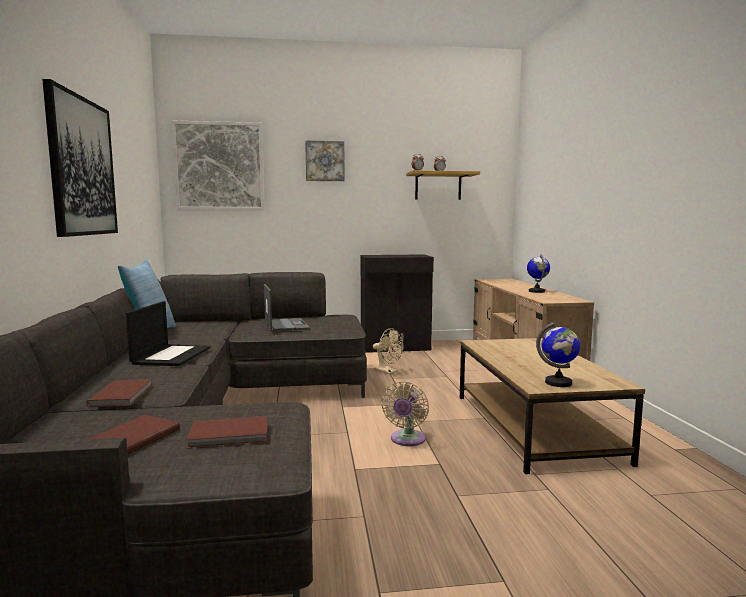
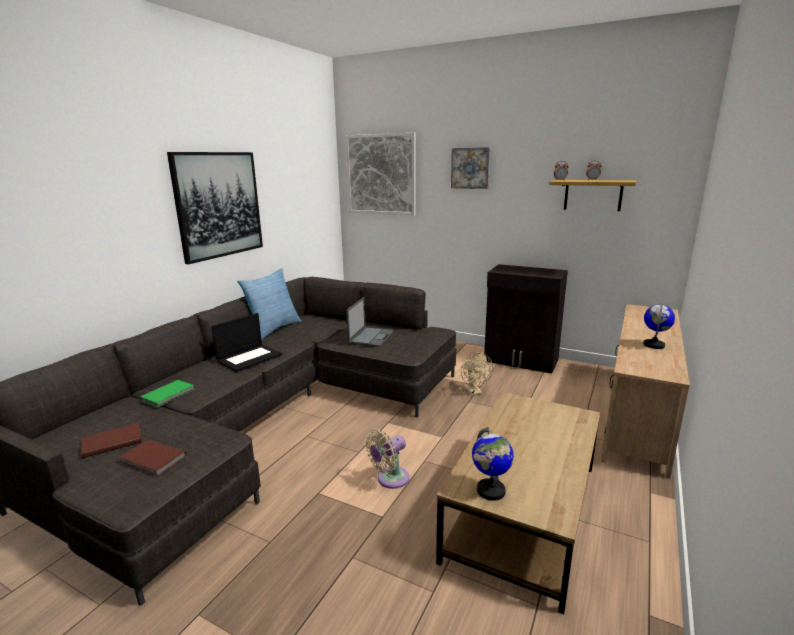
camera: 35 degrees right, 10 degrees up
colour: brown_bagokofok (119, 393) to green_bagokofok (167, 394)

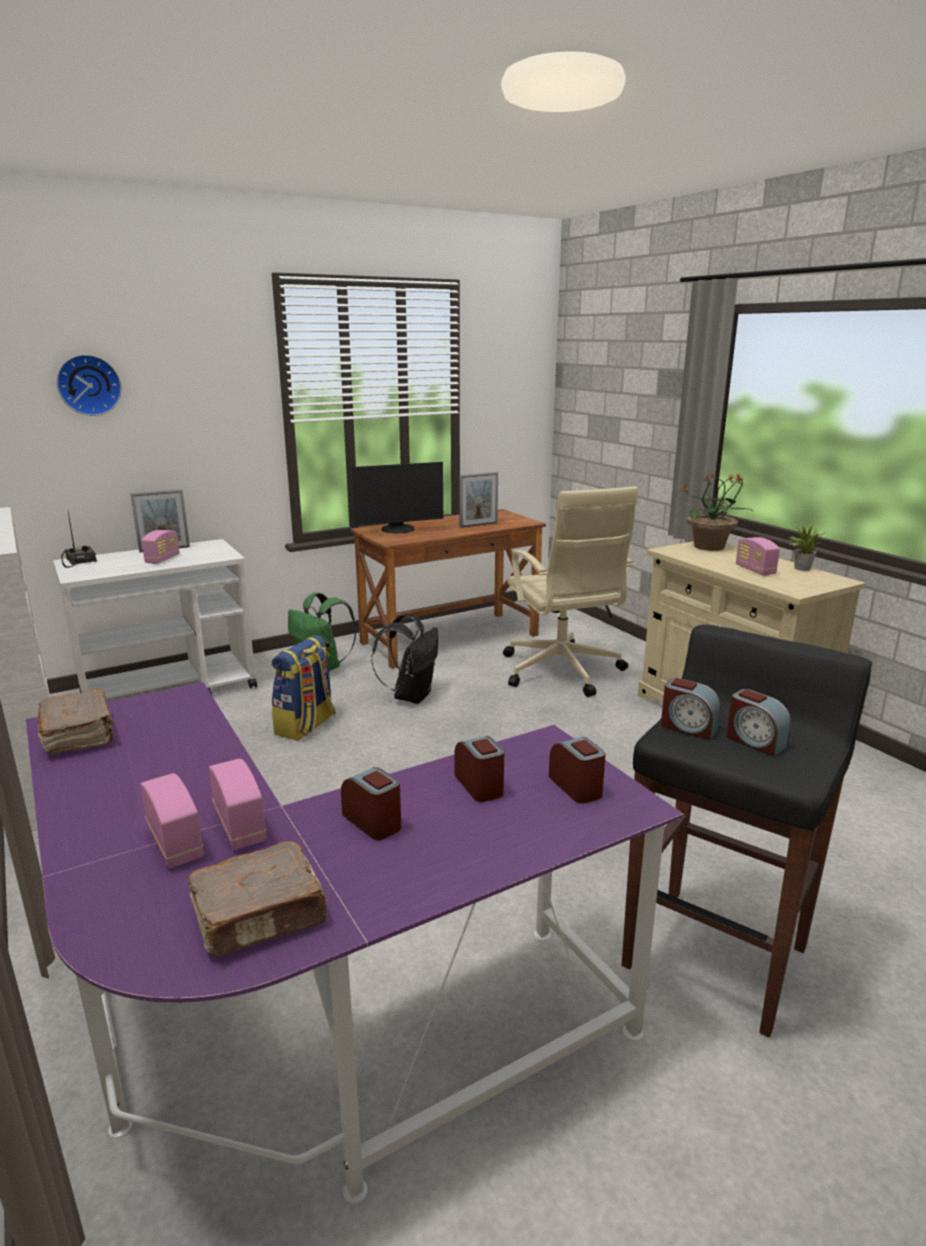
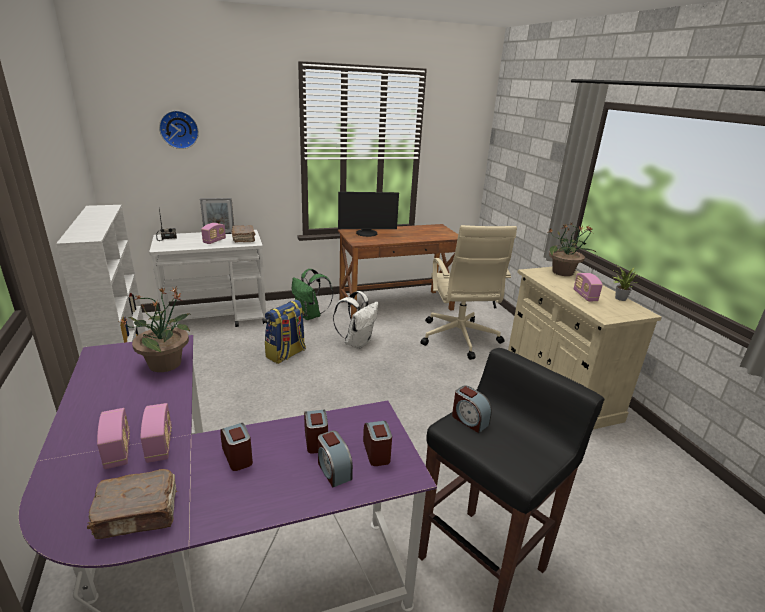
camera: 10 degrees right, 5 degrees up
missing: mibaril (478, 500)
appeared: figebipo (156, 329)
relocated: brown_bagokofok (75, 722) to (243, 233); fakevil (759, 722) to (335, 458)
colour: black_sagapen (404, 659) to white_sagapen (355, 320)

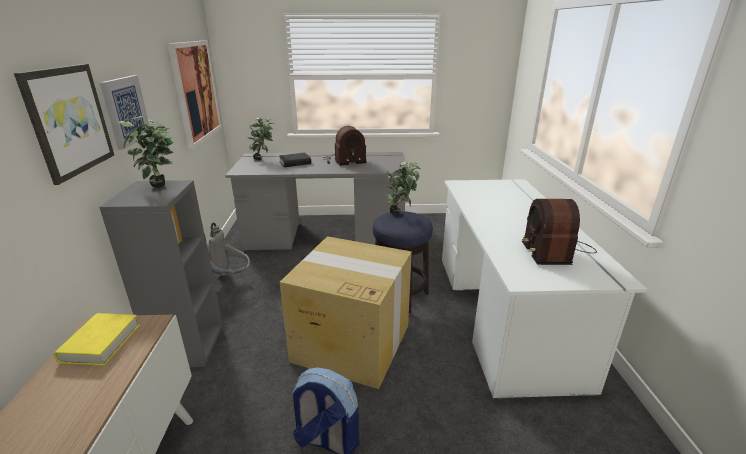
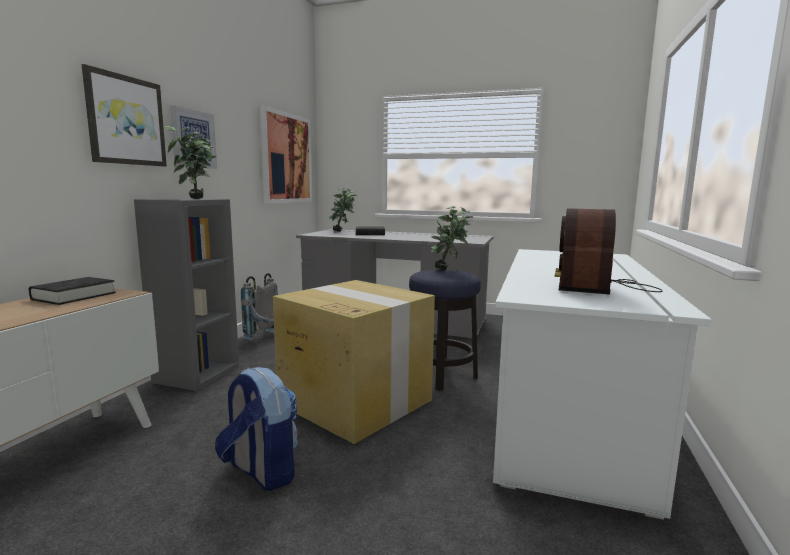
camera: 20 degrees right, 15 degrees down
missing: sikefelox (344, 146)
colour: yellow_bagokofok (97, 339) to black_bagokofok (72, 291)

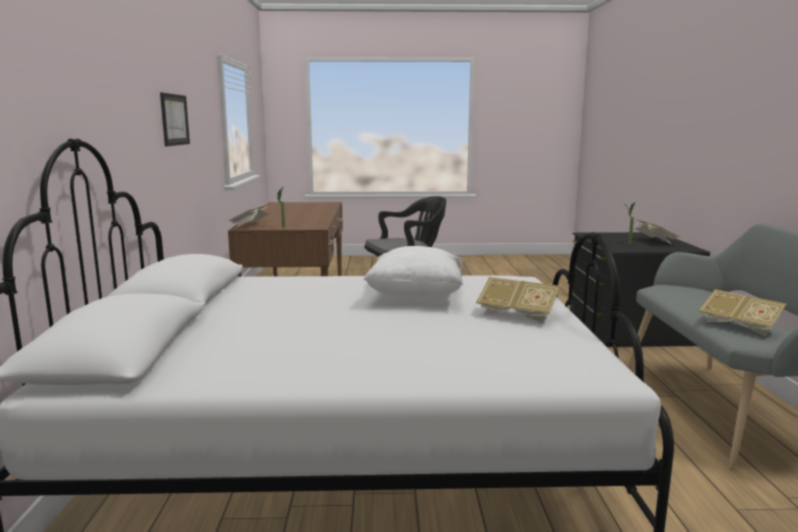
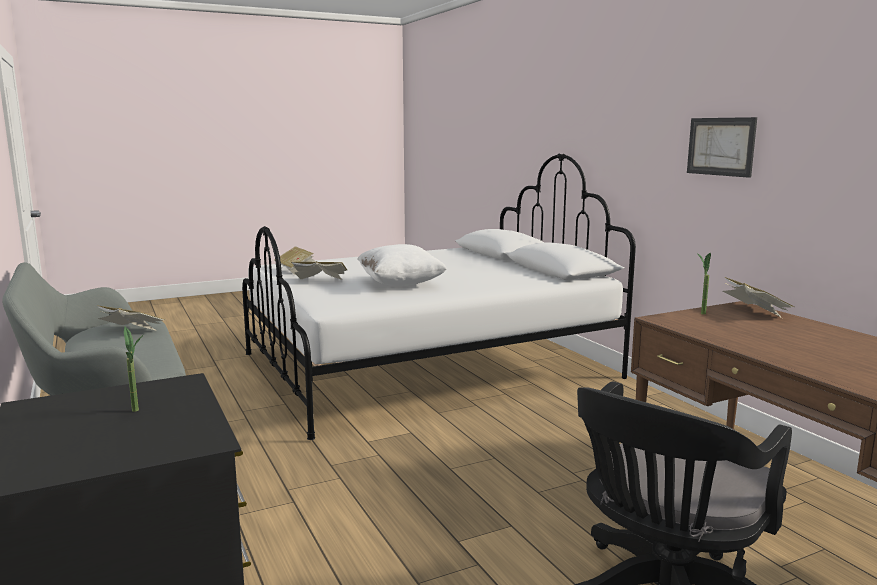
camera: 155 degrees right, 0 degrees up
relocated: bagokofok (656, 231) to (298, 260)

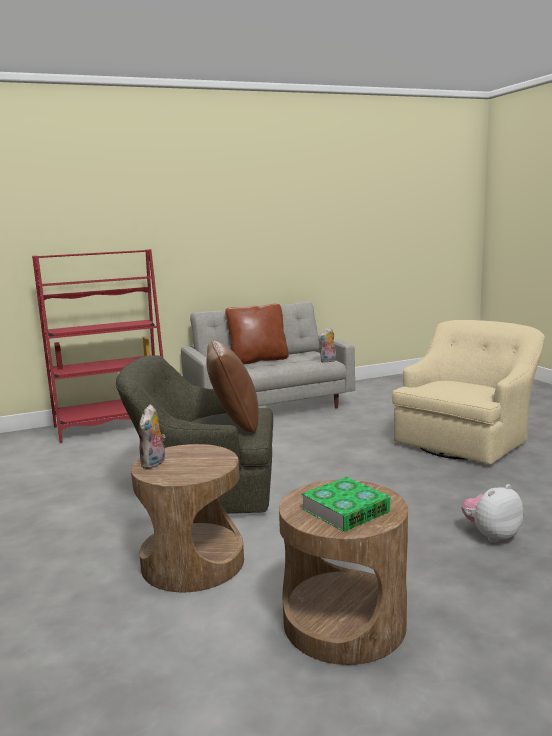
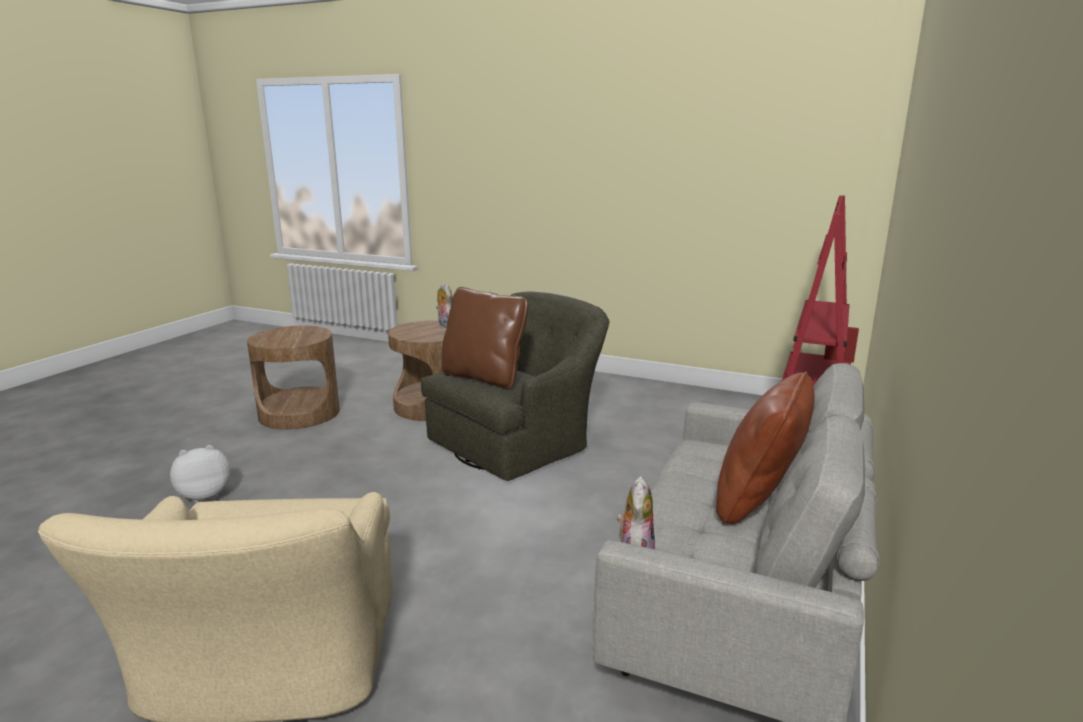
camera: 135 degrees right, 5 degrees up
missing: bagokofok (346, 504)
spun: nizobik (492, 513) = (200, 474) 135 degrees counterclockwise

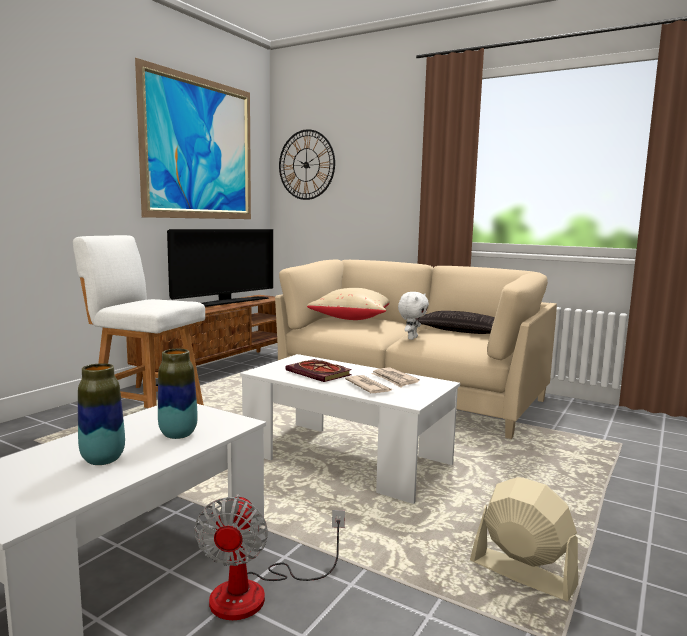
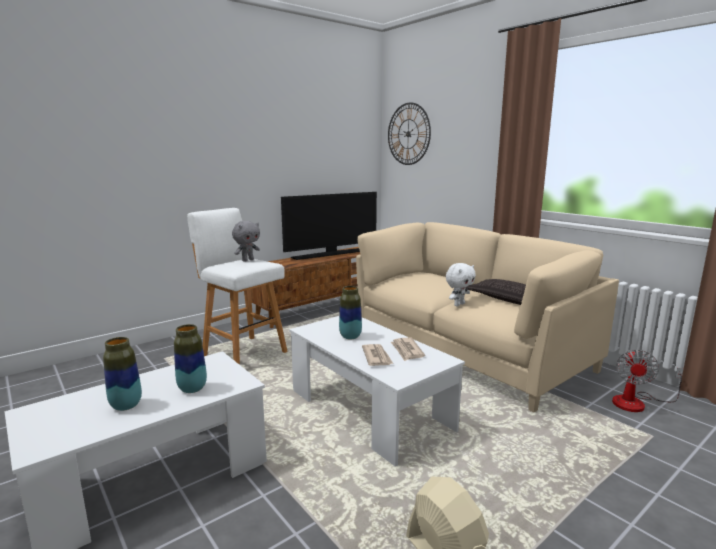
camera: 20 degrees right, 5 degrees up
missing: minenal (193, 138); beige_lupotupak (348, 304)
appeared: grey_nizobik (246, 241)
relocated: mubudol (269, 557) to (647, 381)
exchanged: bagokofok (318, 370) to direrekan (350, 312)

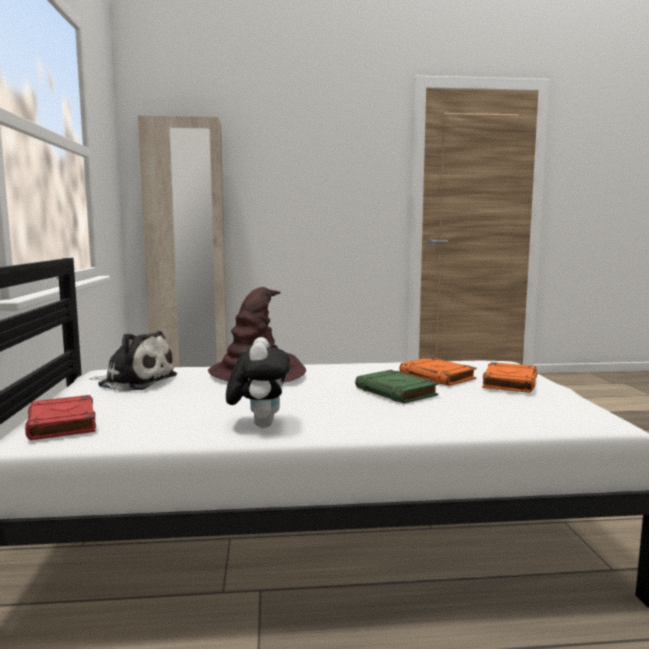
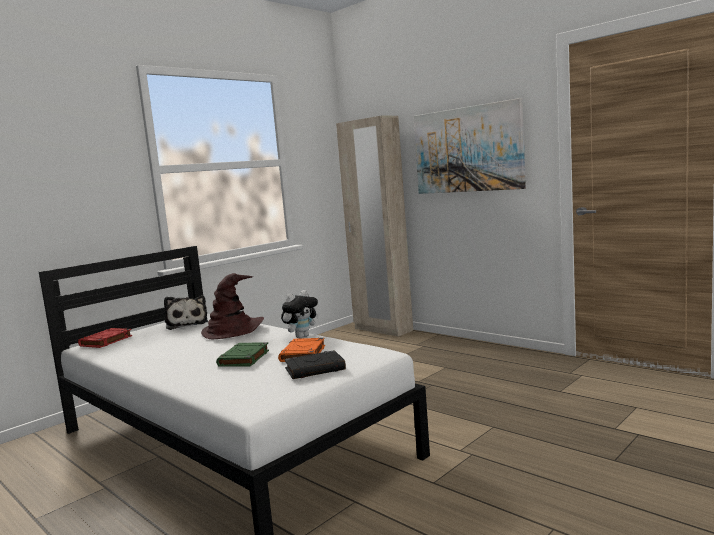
camera: 50 degrees right, 0 degrees up
appeared: minenal (469, 146)
relocated: nizobik (258, 382) to (300, 314)
colour: orange_bagokofok (509, 377) to black_bagokofok (315, 364)

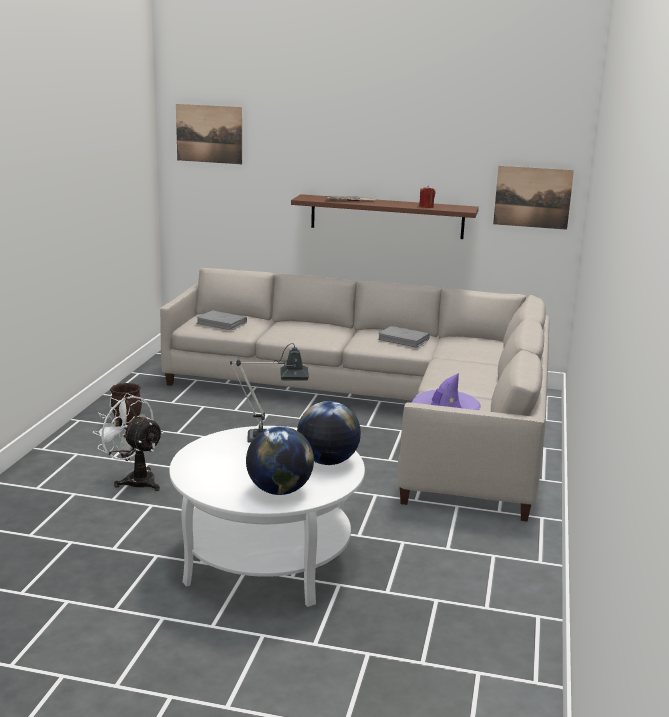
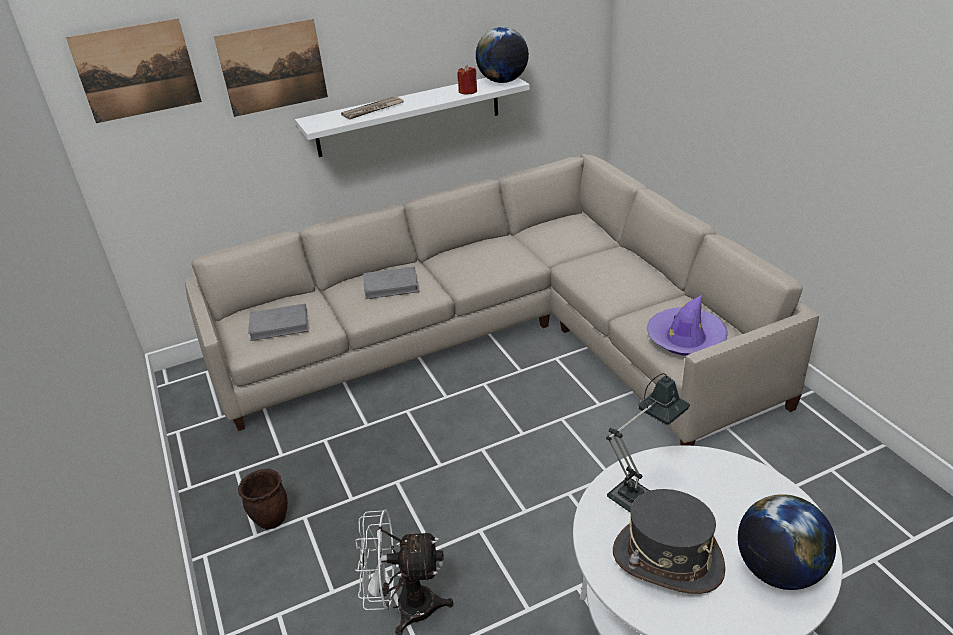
camera: 35 degrees left, 15 degrees up
appeared: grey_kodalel (669, 541)
relocated: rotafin (329, 433) to (502, 55); grey_bagokofok (404, 337) to (391, 283); minenal (533, 198) to (271, 68)
colour: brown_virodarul (385, 216) to white_virodarul (412, 117)

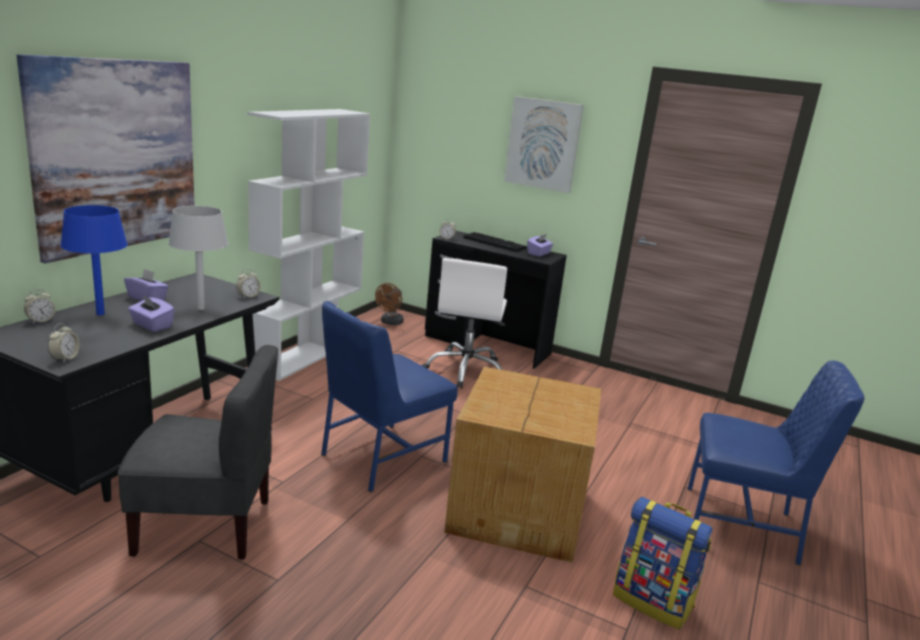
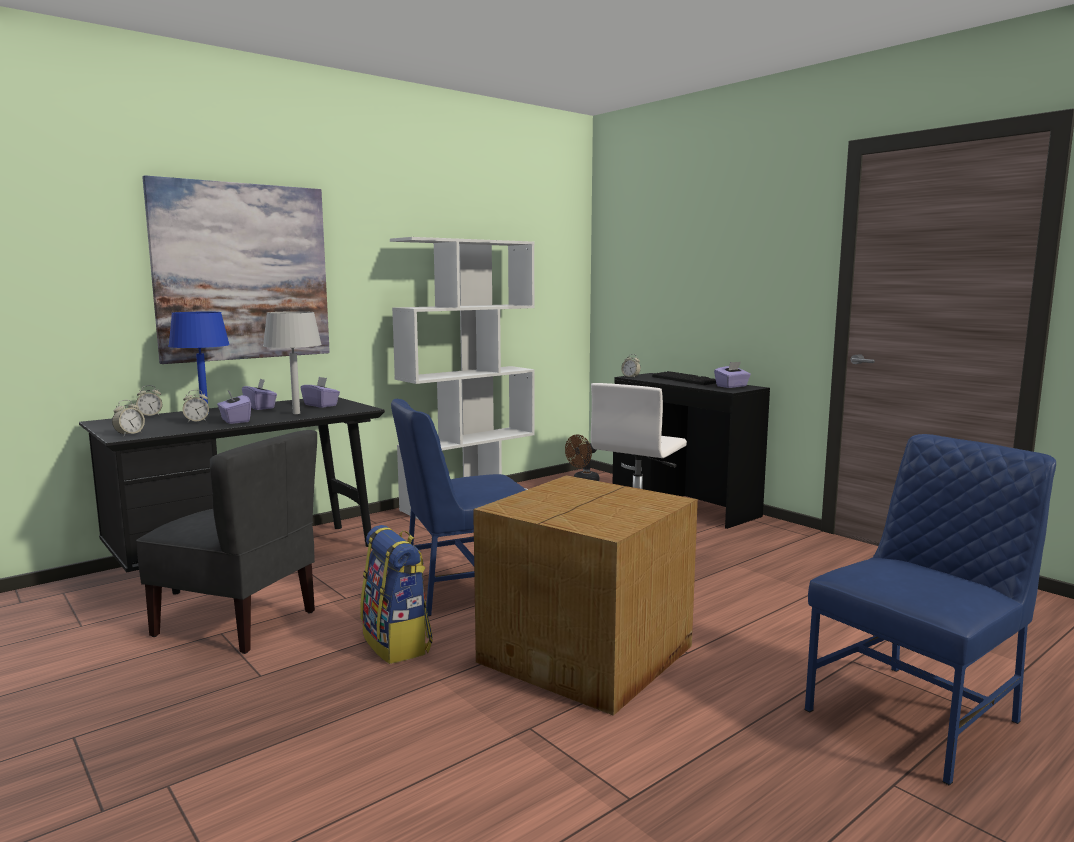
camera: 25 degrees right, 10 degrees down
missing: minenal (544, 144)
appeared: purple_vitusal (320, 392)
relocated: fakevil (248, 283) to (196, 406); sagapen (662, 563) to (396, 594)
spun: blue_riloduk (776, 463) = (930, 610) 75 degrees counterclockwise

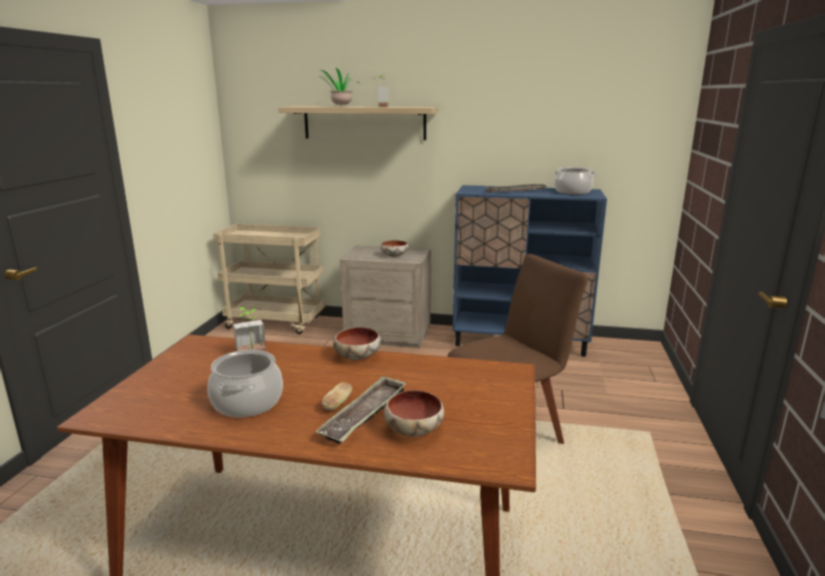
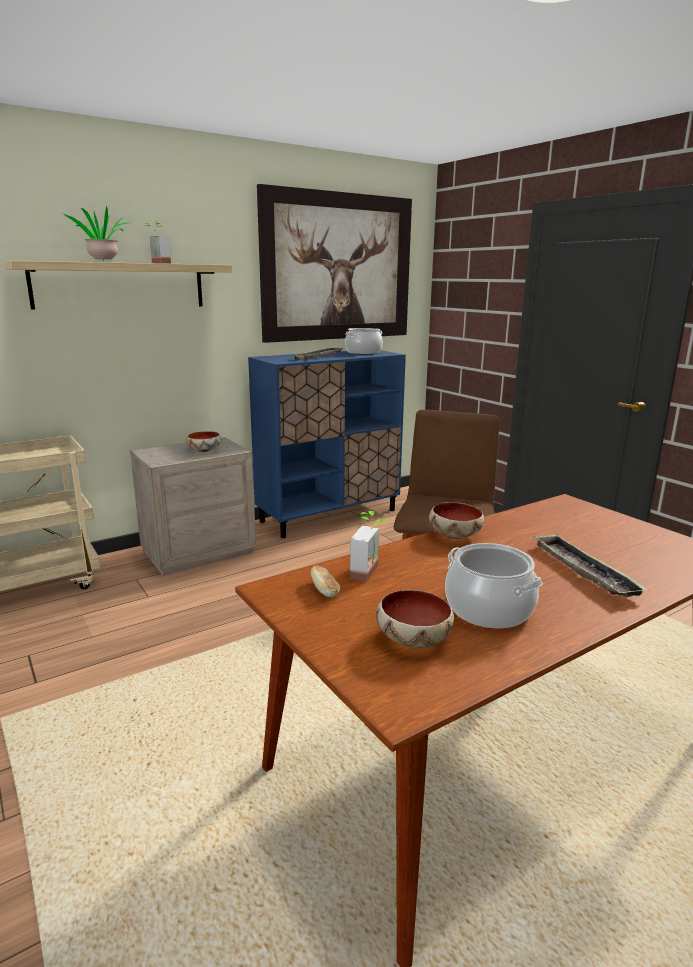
camera: 45 degrees left, 0 degrees up
appeared: minenal (334, 263)
relocated: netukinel (337, 396) to (325, 581); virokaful (414, 413) to (415, 619)

